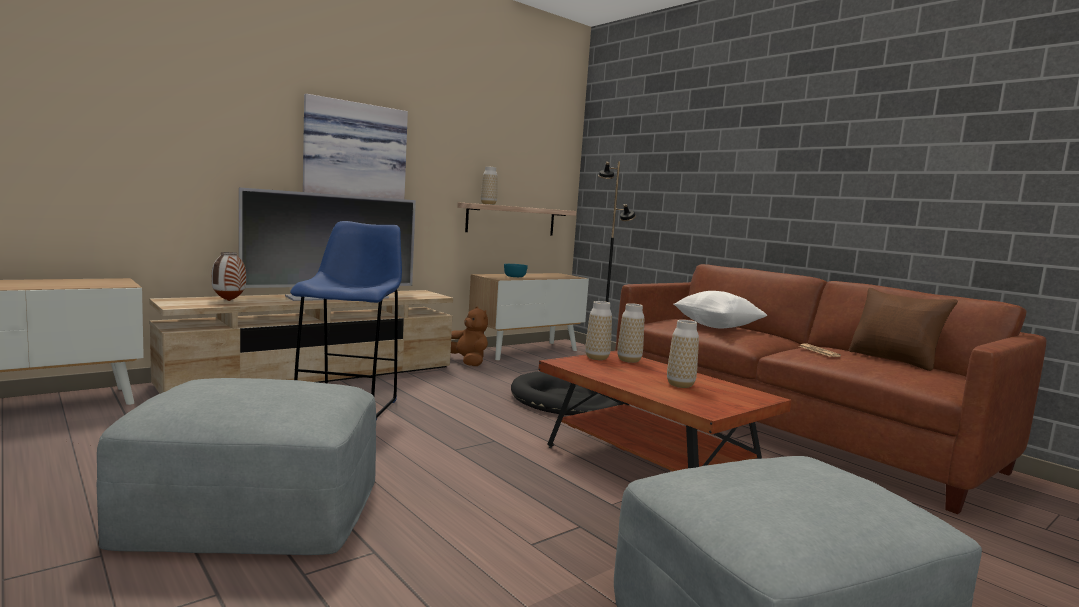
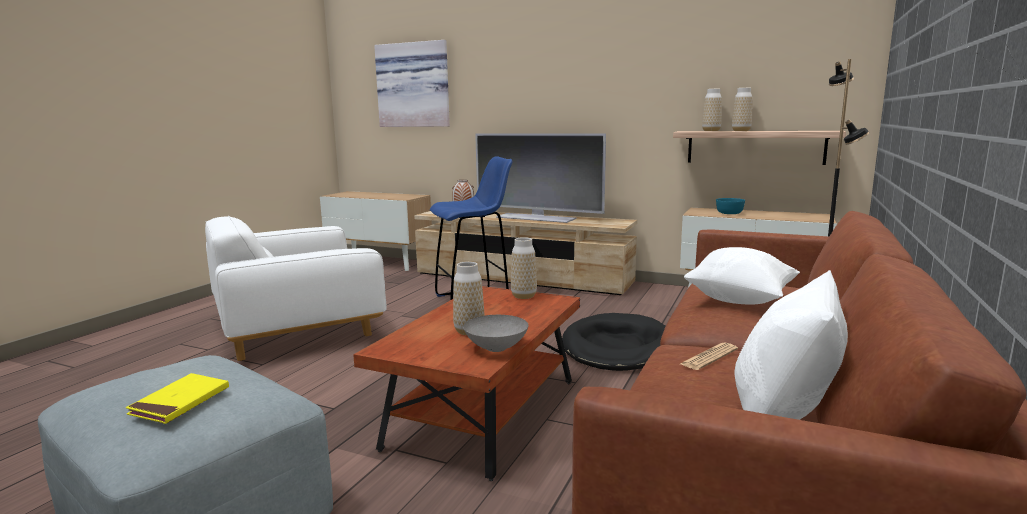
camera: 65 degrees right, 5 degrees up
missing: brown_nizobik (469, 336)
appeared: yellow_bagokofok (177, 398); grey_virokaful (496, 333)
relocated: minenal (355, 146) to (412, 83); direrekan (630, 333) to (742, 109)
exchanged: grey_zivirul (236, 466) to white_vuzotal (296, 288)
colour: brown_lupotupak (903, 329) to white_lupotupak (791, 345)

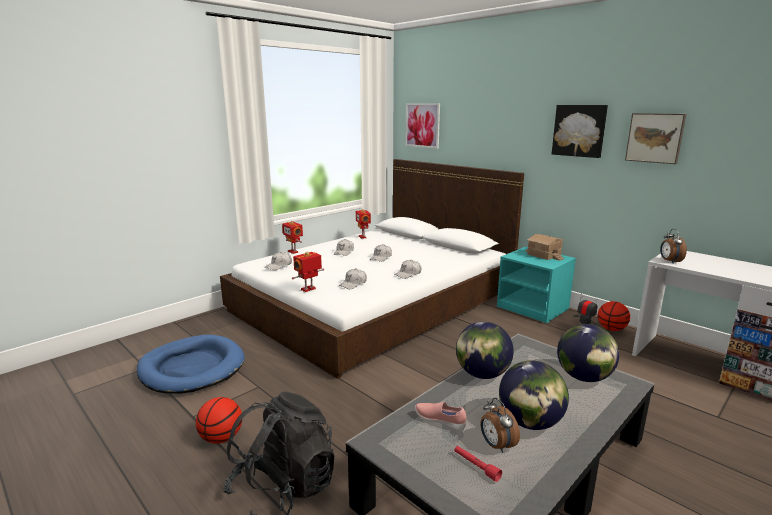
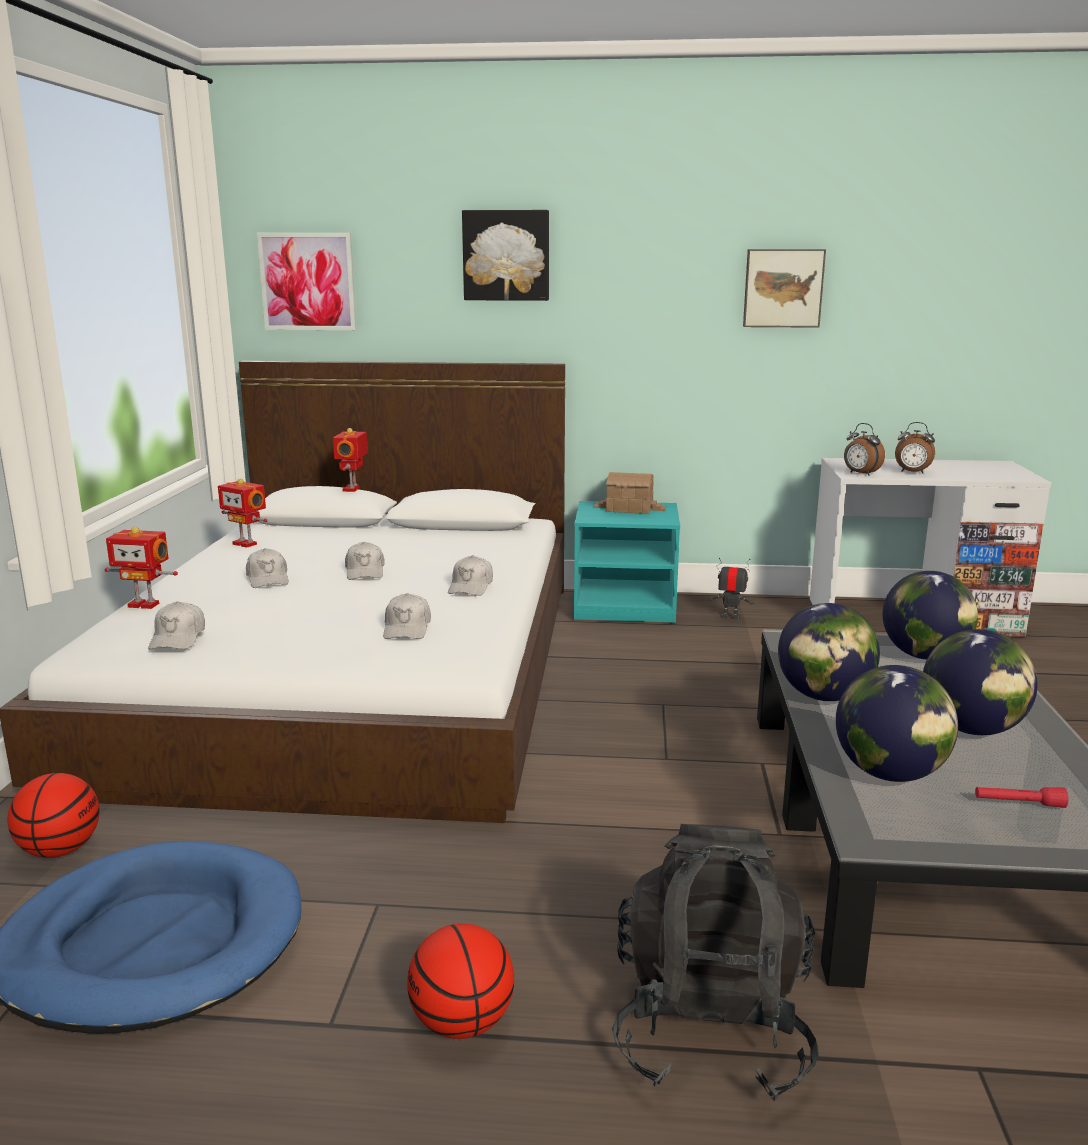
camera: 40 degrees left, 0 degrees up
relocated: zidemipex (308, 271) to (350, 460); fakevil (500, 425) to (915, 448); minenal (580, 131) to (505, 255); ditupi (614, 316) to (53, 815)
exchanged: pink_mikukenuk (440, 416) to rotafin (897, 723)

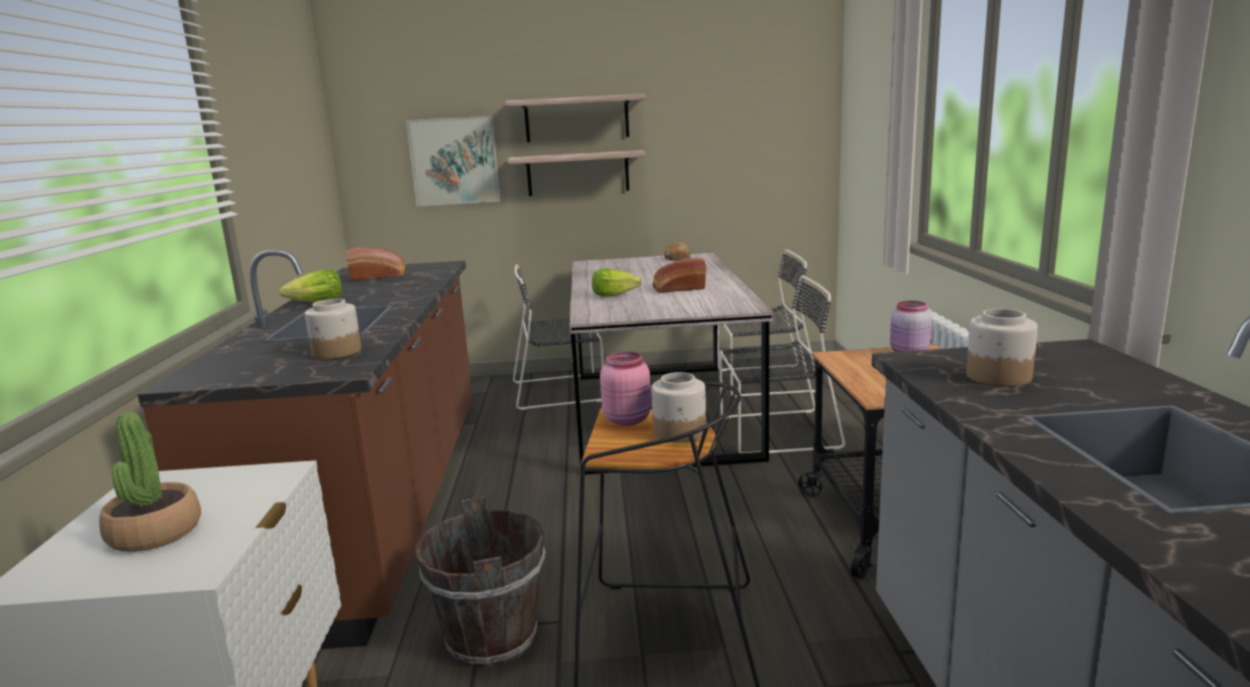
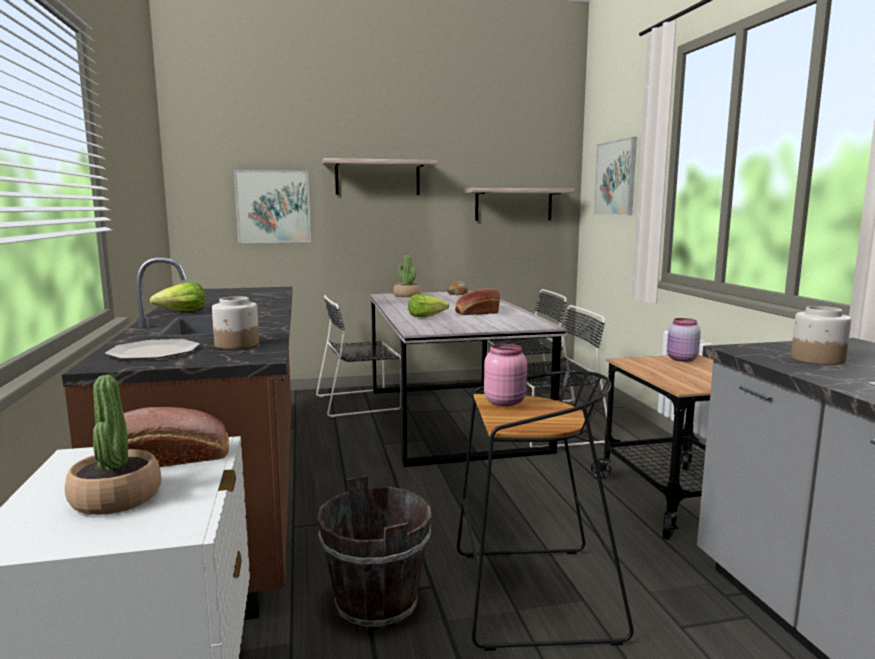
camera: 10 degrees left, 5 degrees down
missing: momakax (678, 407)
appeared: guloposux (152, 349); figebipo (407, 276); minenal (615, 176)
relocated: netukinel (375, 264) to (176, 437); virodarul (576, 173) to (519, 204)

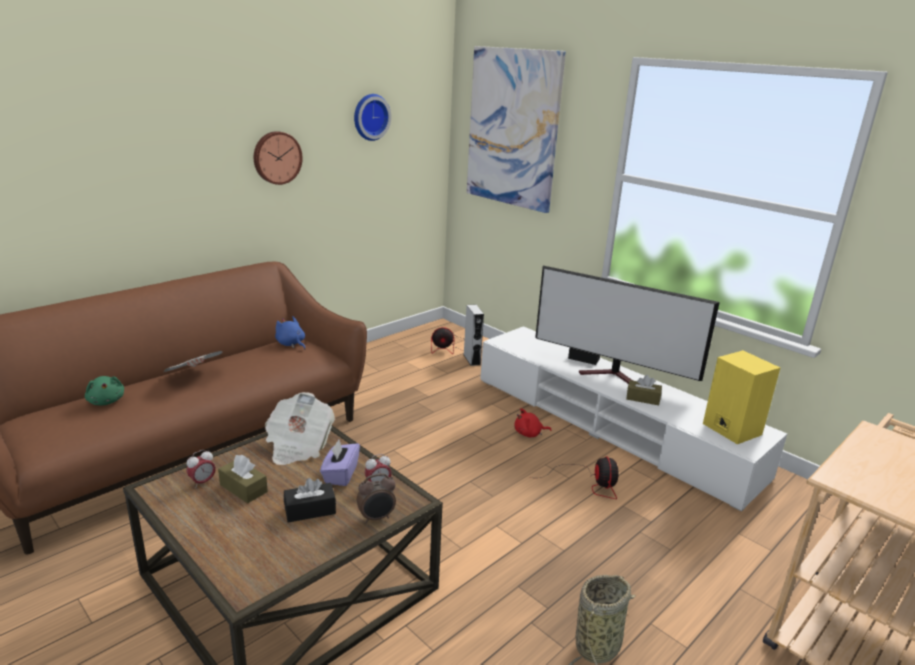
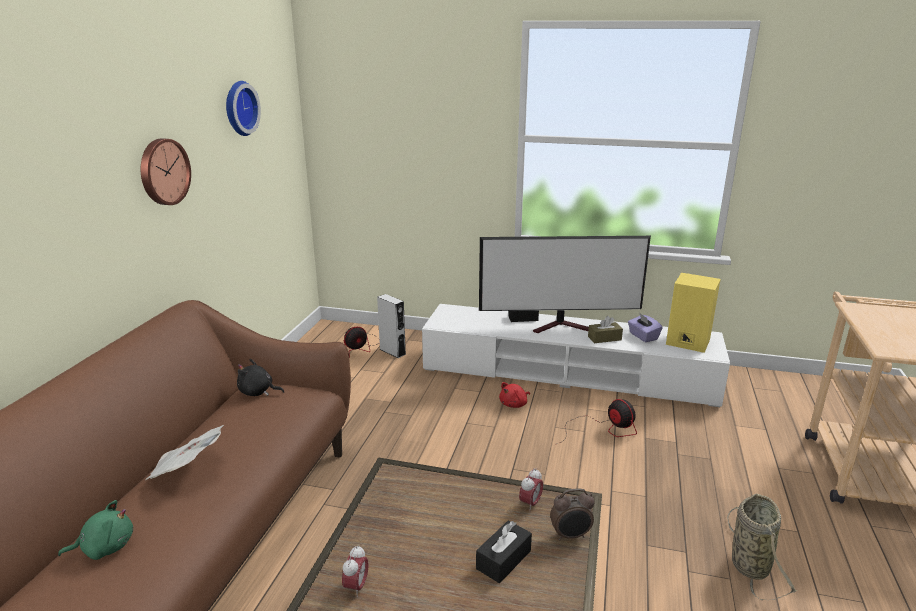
camera: 30 degrees left, 0 degrees up
missing: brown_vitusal (243, 479); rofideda (300, 428); minenal (516, 129)
relocated: purple_vitusal (340, 462) to (645, 328)
colour: blue_nizobik (290, 332) to black_nizobik (260, 377)
spun: green_nizobik (104, 390) = (95, 530) 45 degrees counterclockwise; fakevil (376, 498) = (572, 514) 45 degrees clockwise

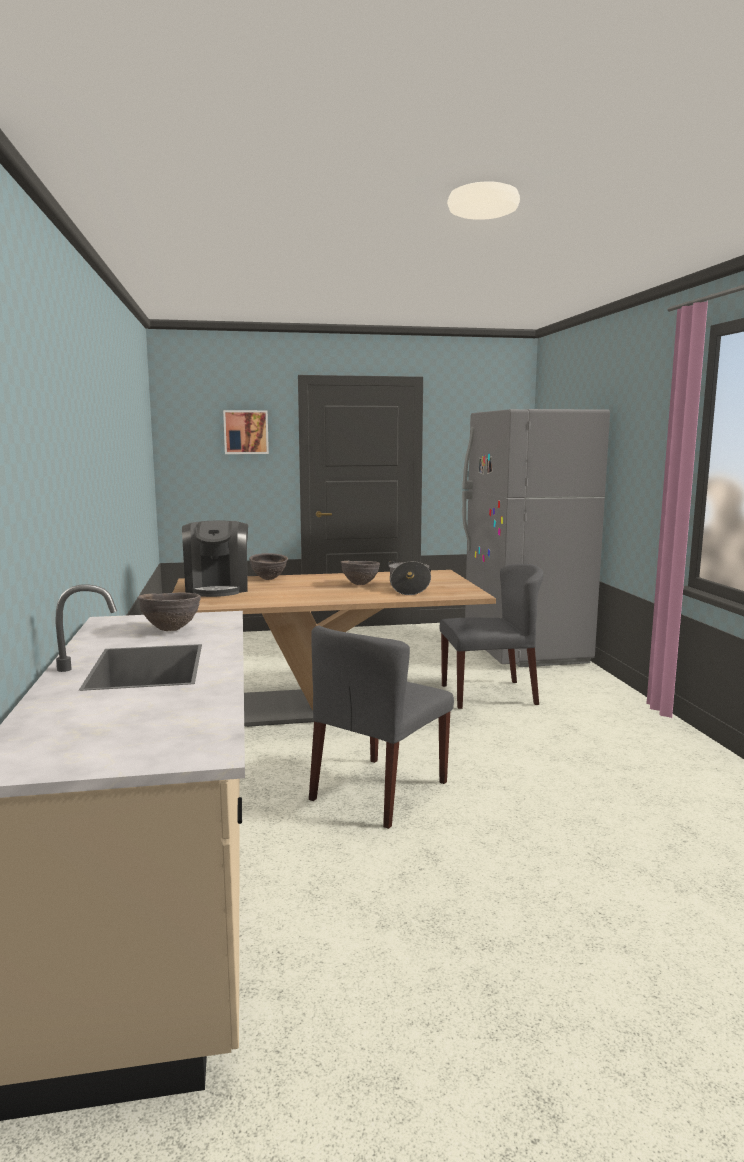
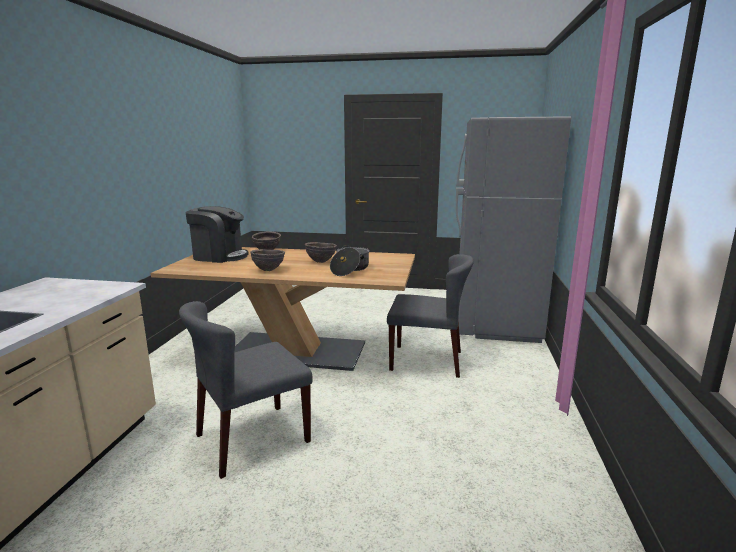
camera: 20 degrees right, 5 degrees up
missing: minenal (246, 432)
relocated: brown_virokaful (169, 611) to (267, 260)
spun: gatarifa (215, 559) = (217, 234) 90 degrees counterclockwise

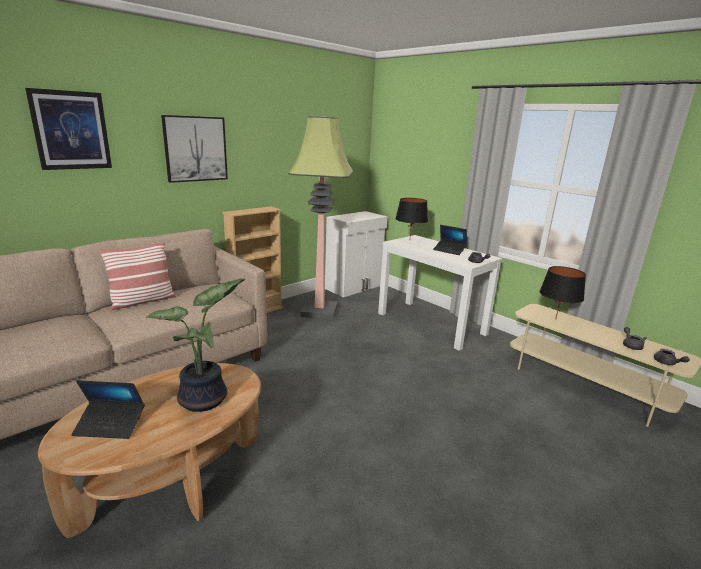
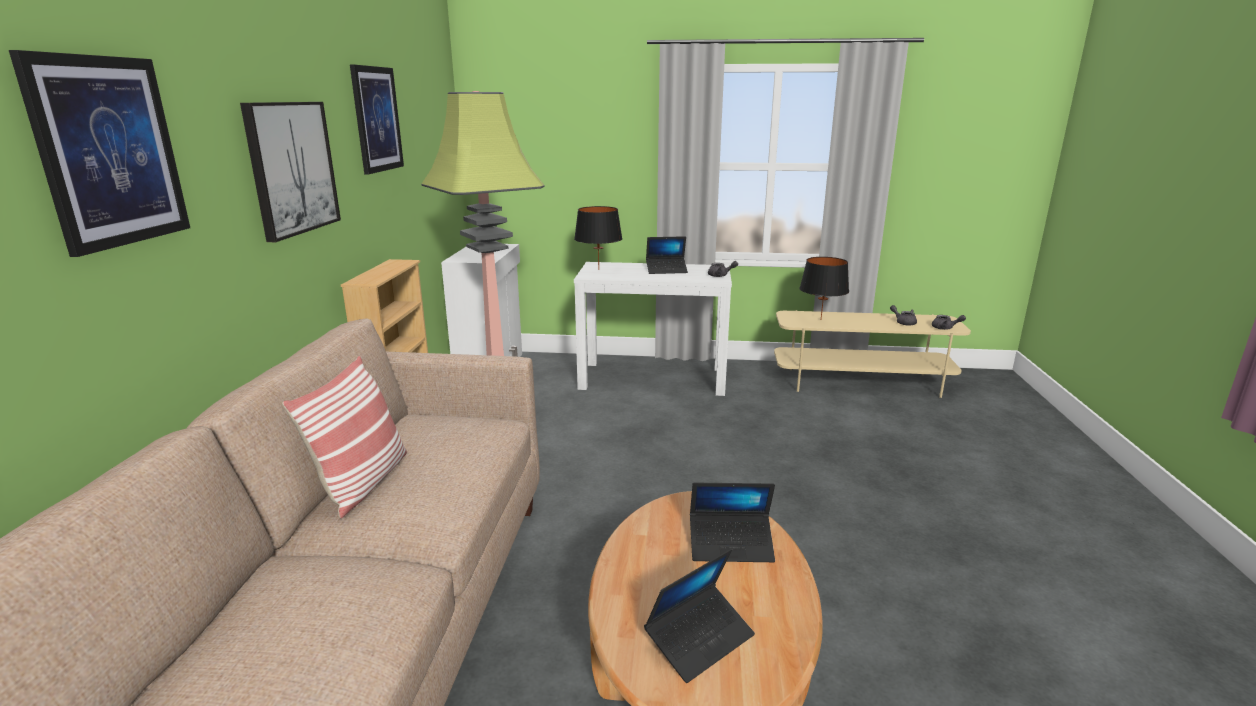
camera: 40 degrees left, 0 degrees up
appeared: minenal (377, 119)
exchanged: figebipo (196, 345) to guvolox (732, 522)

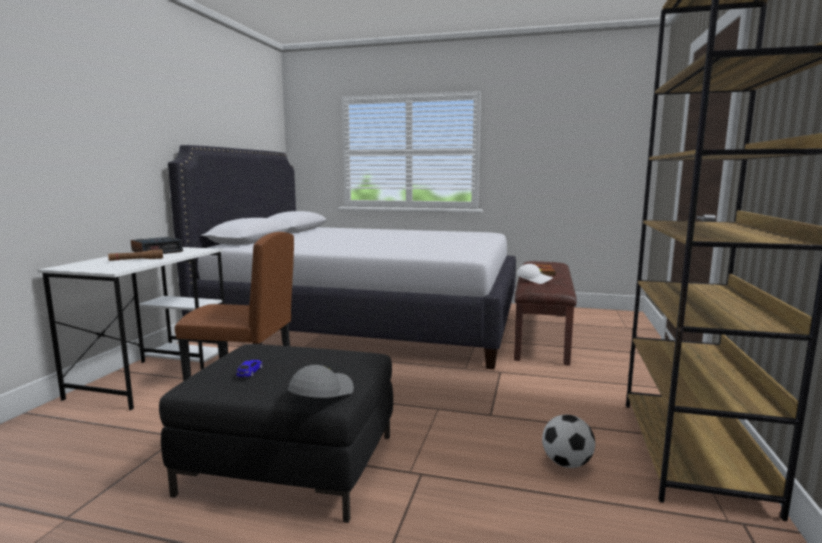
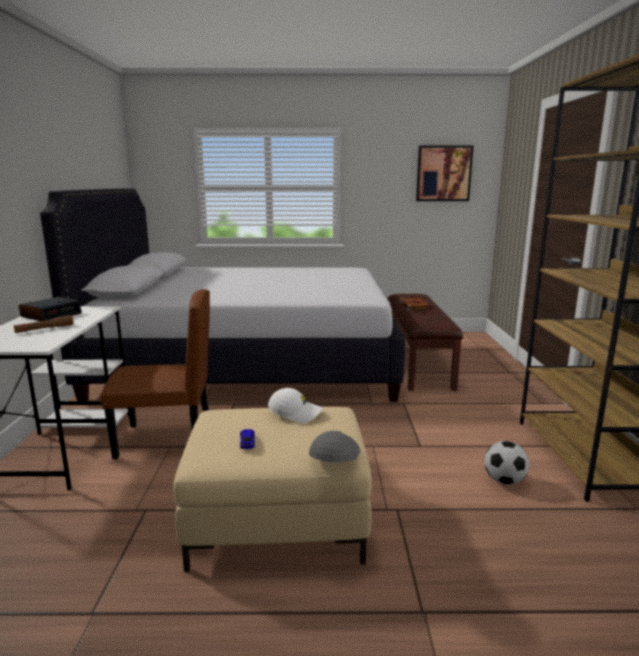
camera: 15 degrees left, 5 degrees up
appeared: minenal (445, 173)
relocated: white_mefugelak (535, 274) to (295, 406)
colour: black_zivirul (276, 433) to beige_zivirul (272, 489)

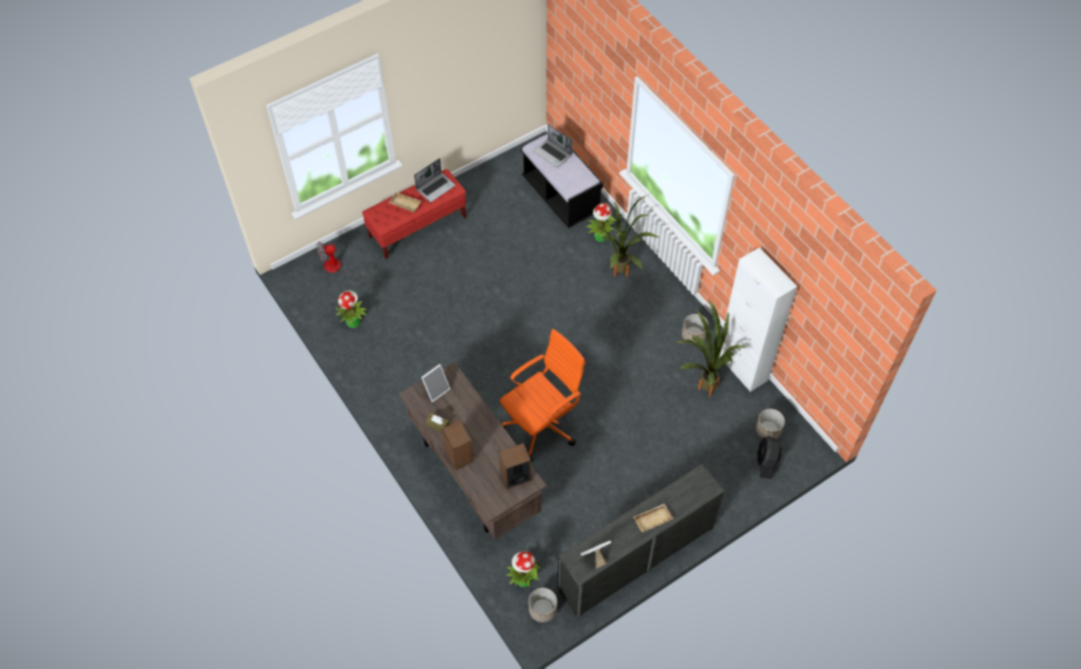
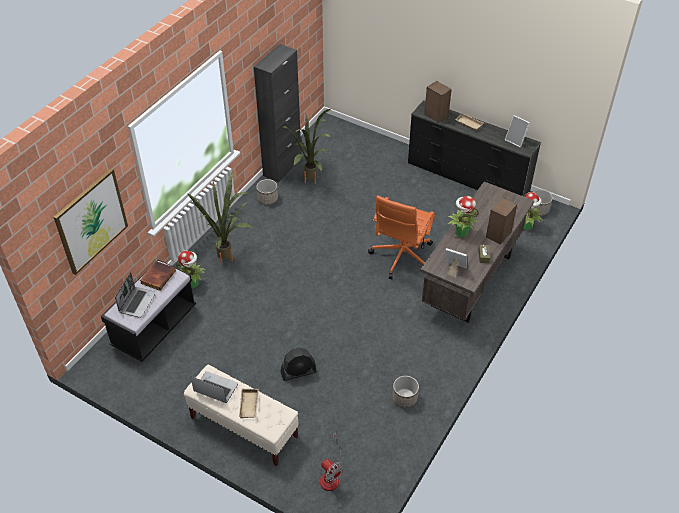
camera: 115 degrees left, 10 degrees down
appeared: minenal (91, 221); bagokofok (158, 276)
relocated: figebipo (351, 309) to (463, 216); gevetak (515, 466) to (438, 102); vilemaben (770, 424) to (405, 392); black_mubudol (769, 457) to (298, 364)
colour: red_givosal (414, 214) to beige_givosal (241, 415); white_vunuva (758, 319) to black_vunuva (278, 113)
spun: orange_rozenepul (542, 395) = (401, 237) 90 degrees counterclockwise

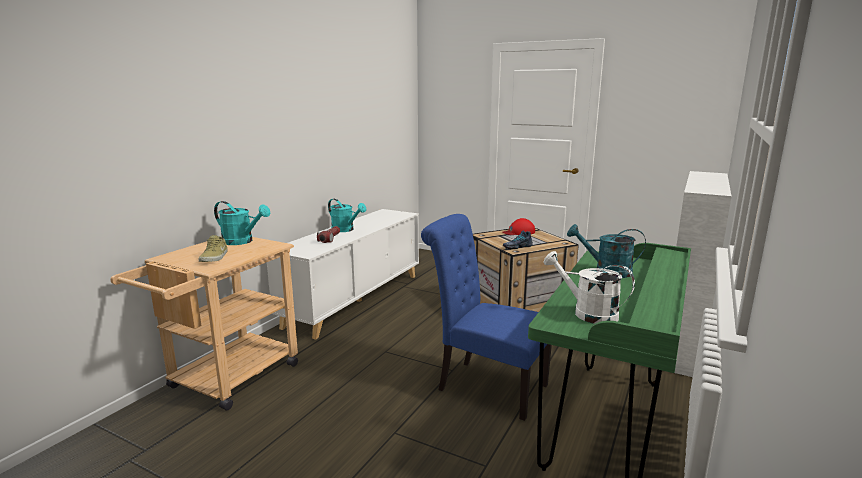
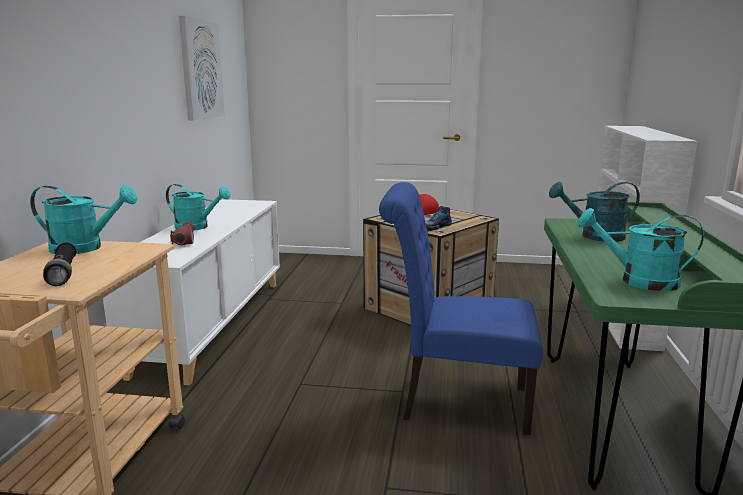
camera: 20 degrees left, 0 degrees up
appeared: minenal (202, 68)
exchanged: beige_mikukenuk (213, 248) to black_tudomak (59, 264)
colour: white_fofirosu (589, 287) to turquoise_fofirosu (640, 249)

